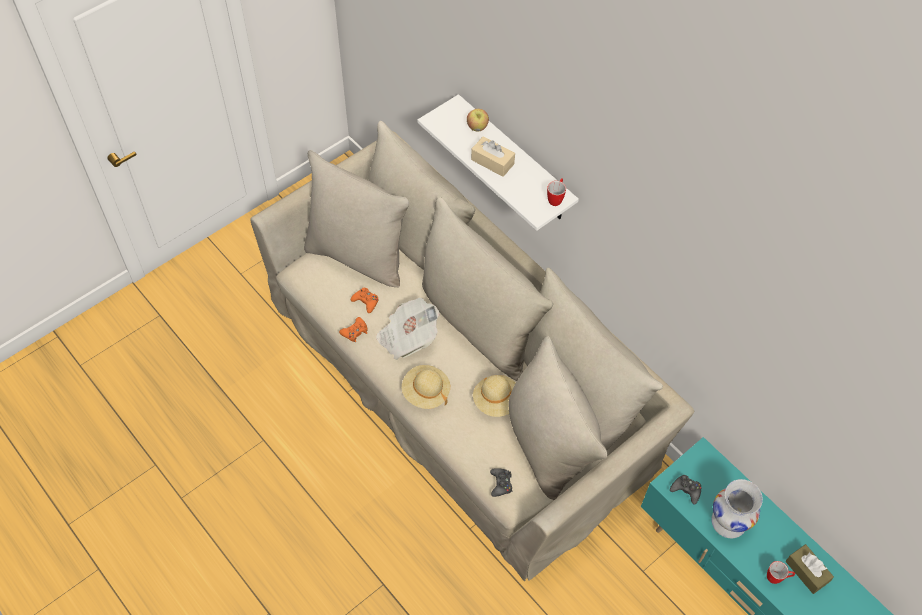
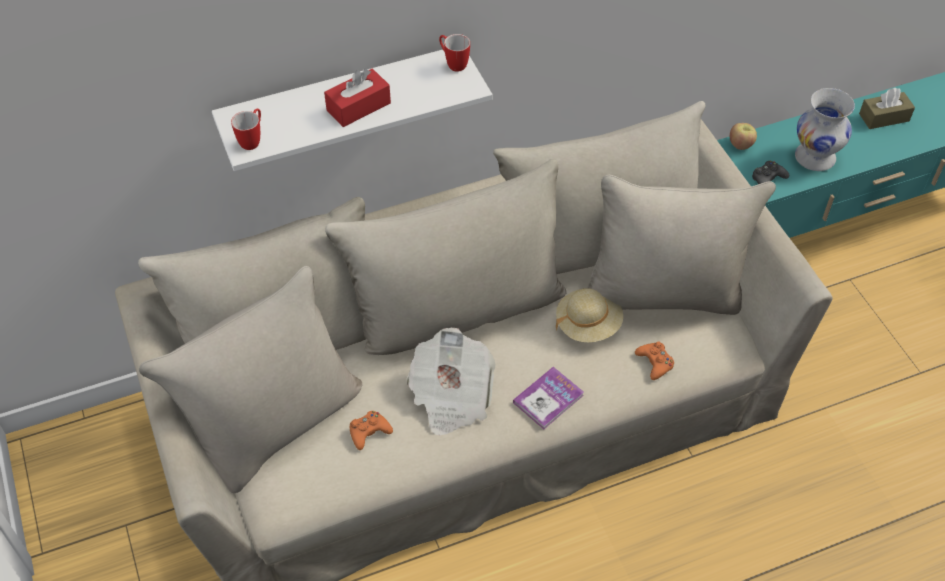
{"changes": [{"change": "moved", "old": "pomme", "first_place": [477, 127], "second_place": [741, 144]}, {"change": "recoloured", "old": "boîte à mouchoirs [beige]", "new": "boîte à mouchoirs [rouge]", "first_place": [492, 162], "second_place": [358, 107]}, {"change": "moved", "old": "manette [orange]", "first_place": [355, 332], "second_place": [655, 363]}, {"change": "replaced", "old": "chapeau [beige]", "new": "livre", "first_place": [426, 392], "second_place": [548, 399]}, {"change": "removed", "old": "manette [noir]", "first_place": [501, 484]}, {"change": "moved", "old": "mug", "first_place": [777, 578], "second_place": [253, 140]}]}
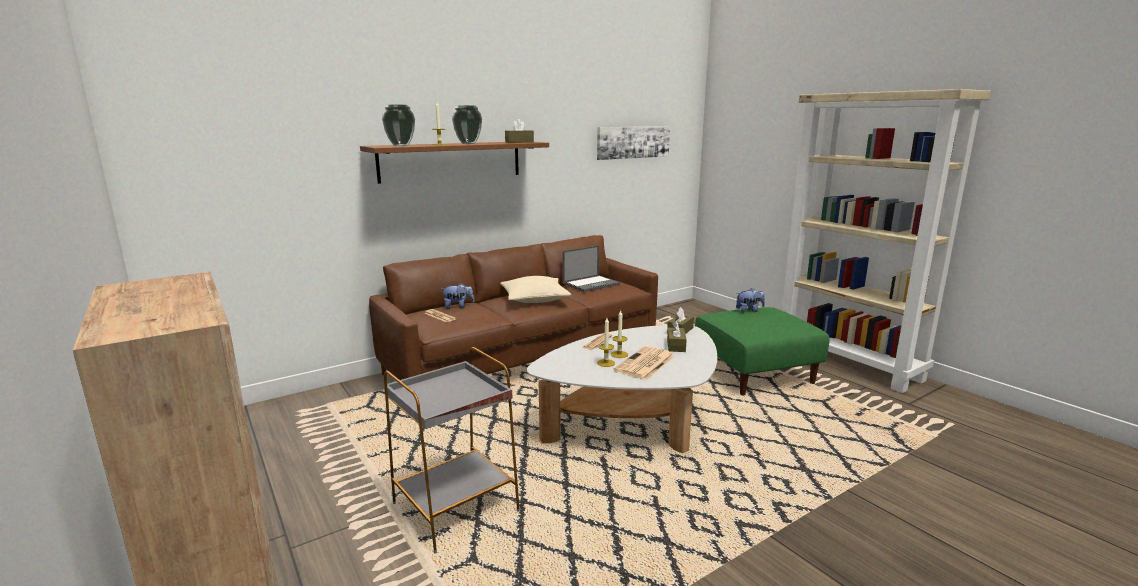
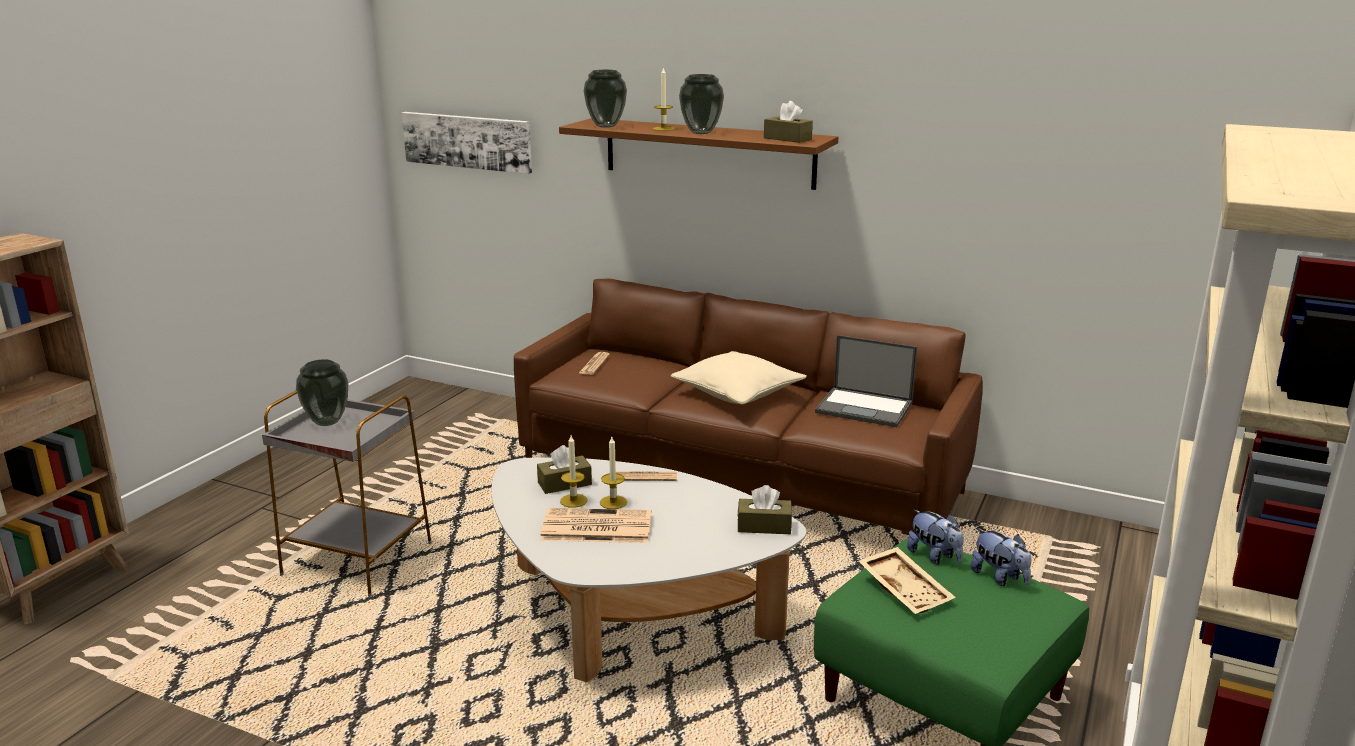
{"changes": [{"change": "moved", "old": "tableau", "first_place": [633, 142], "second_place": [467, 141]}, {"change": "moved", "old": "peluche", "first_place": [458, 307], "second_place": [934, 556]}, {"change": "moved", "old": "boîte à mouchoirs [marron]", "first_place": [676, 345], "second_place": [564, 484]}, {"change": "added", "new": "vase", "second_place": [327, 422]}, {"change": "added", "new": "plateau [beige]", "second_place": [906, 590]}]}
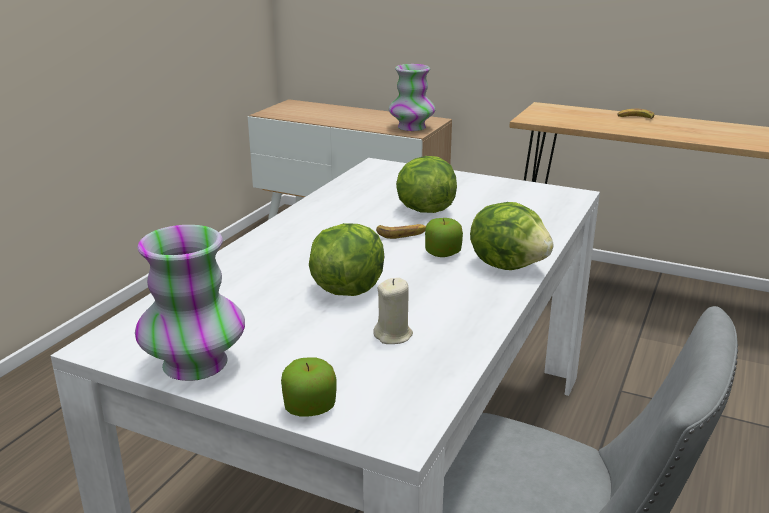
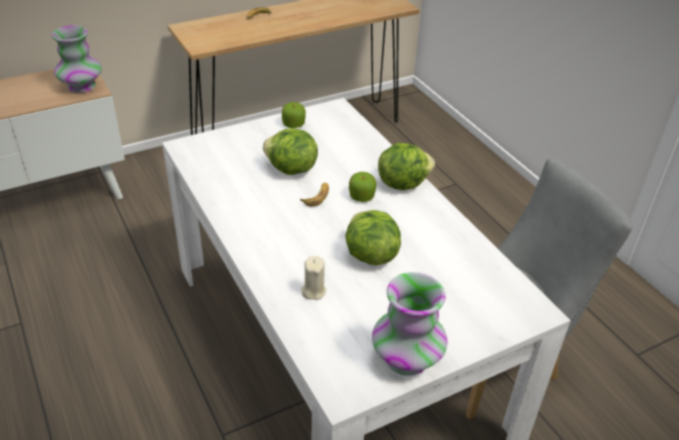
{"changes": [{"change": "moved", "old": "bougie [beige]", "first_place": [393, 335], "second_place": [313, 291]}, {"change": "moved", "old": "pomme", "first_place": [310, 407], "second_place": [293, 124]}]}
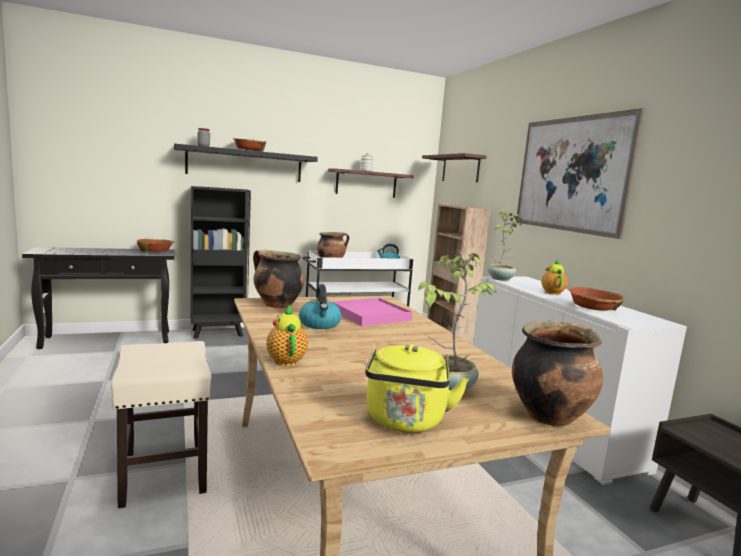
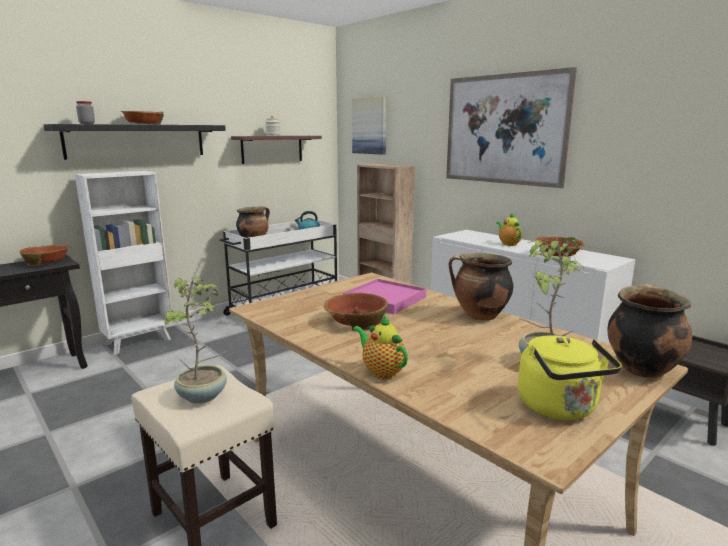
{"changes": [{"change": "replaced", "old": "étagère", "new": "tableau", "first_place": [460, 169], "second_place": [369, 126]}, {"change": "recoloured", "old": "bibliothèque [noir]", "new": "bibliothèque [blanc]", "first_place": [219, 333], "second_place": [139, 341]}, {"change": "moved", "old": "plante en pot", "first_place": [501, 279], "second_place": [203, 396]}, {"change": "moved", "old": "marmite", "first_place": [276, 305], "second_place": [479, 316]}, {"change": "replaced", "old": "bouilloire", "new": "bol", "first_place": [320, 324], "second_place": [355, 321]}]}
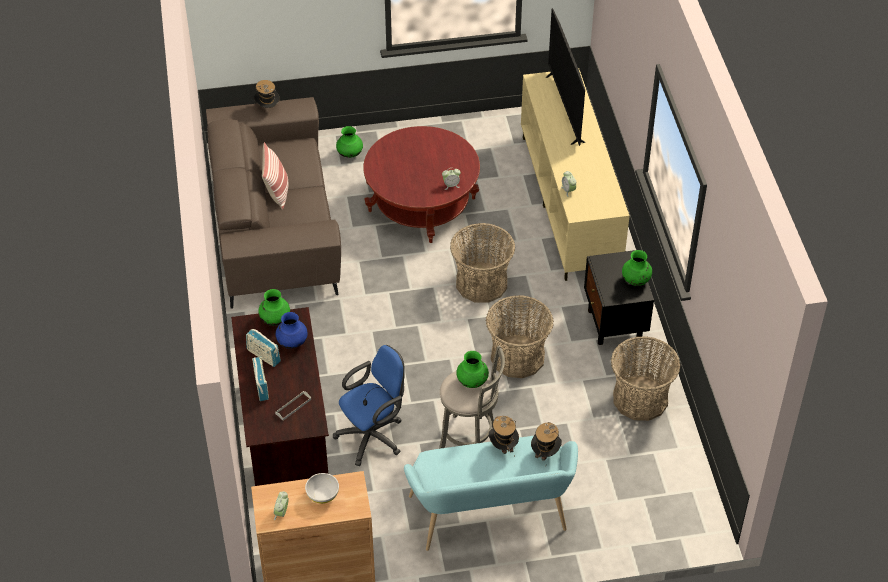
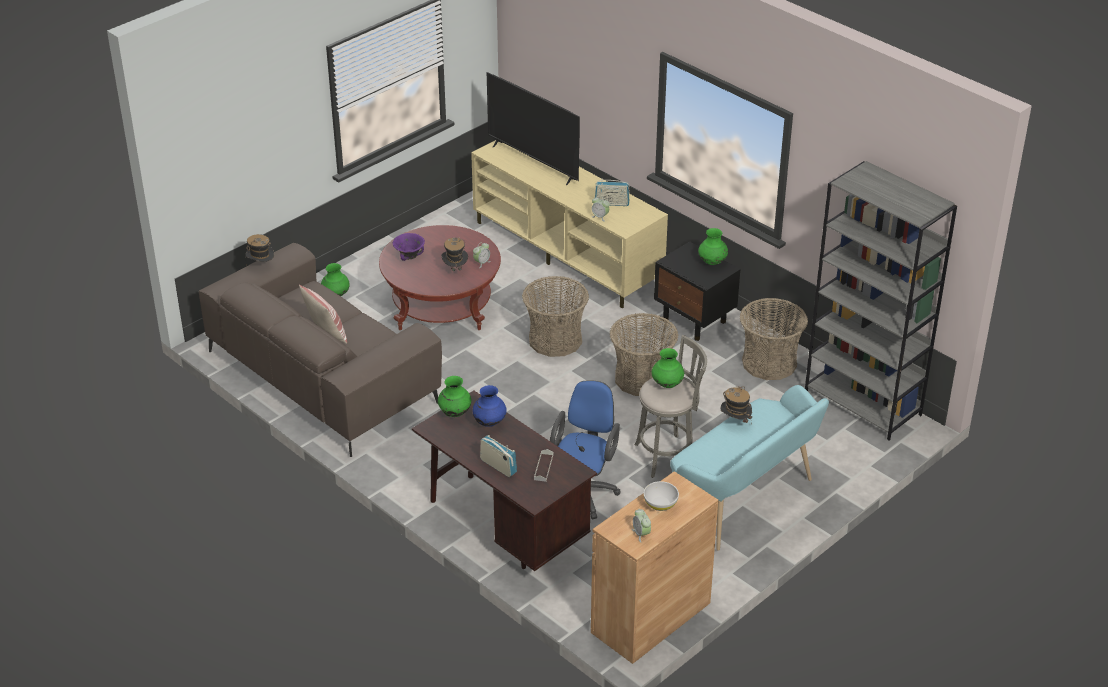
{"changes": [{"change": "moved", "old": "radio", "first_place": [263, 356], "second_place": [611, 203]}, {"change": "moved", "old": "chapeau", "first_place": [545, 453], "second_place": [455, 270]}, {"change": "added", "new": "bibliothèque [gris]", "second_place": [863, 403]}, {"change": "added", "new": "bol [violet]", "second_place": [409, 255]}]}
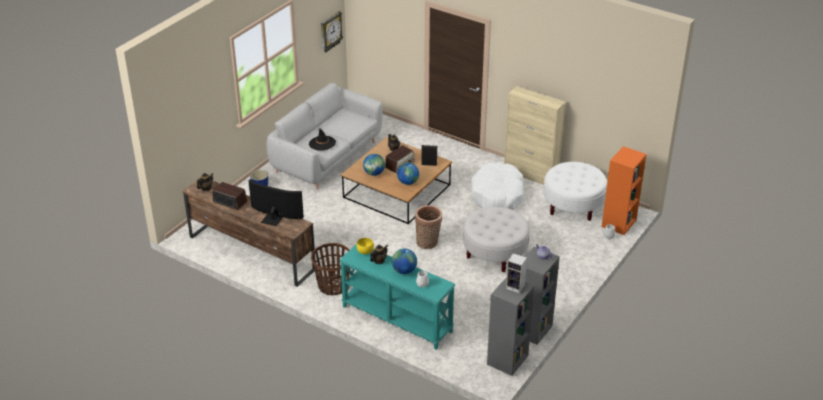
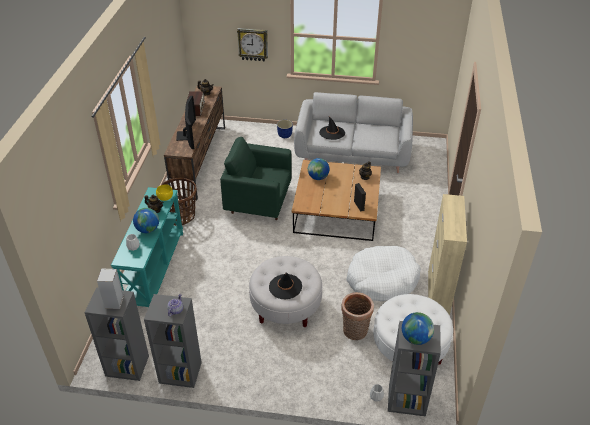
{"changes": [{"change": "moved", "old": "horloge murale", "first_place": [330, 32], "second_place": [253, 44]}, {"change": "removed", "old": "radio", "first_place": [400, 164]}, {"change": "recoloured", "old": "bibliothèque [orange]", "new": "bibliothèque [gris]", "first_place": [619, 223], "second_place": [406, 400]}, {"change": "moved", "old": "globe", "first_place": [408, 182], "second_place": [415, 338]}, {"change": "moved", "old": "panier", "first_place": [428, 243], "second_place": [355, 332]}, {"change": "added", "new": "fauteuil [vert]", "second_place": [258, 203]}, {"change": "added", "new": "chapeau [noir]", "second_place": [285, 287]}]}
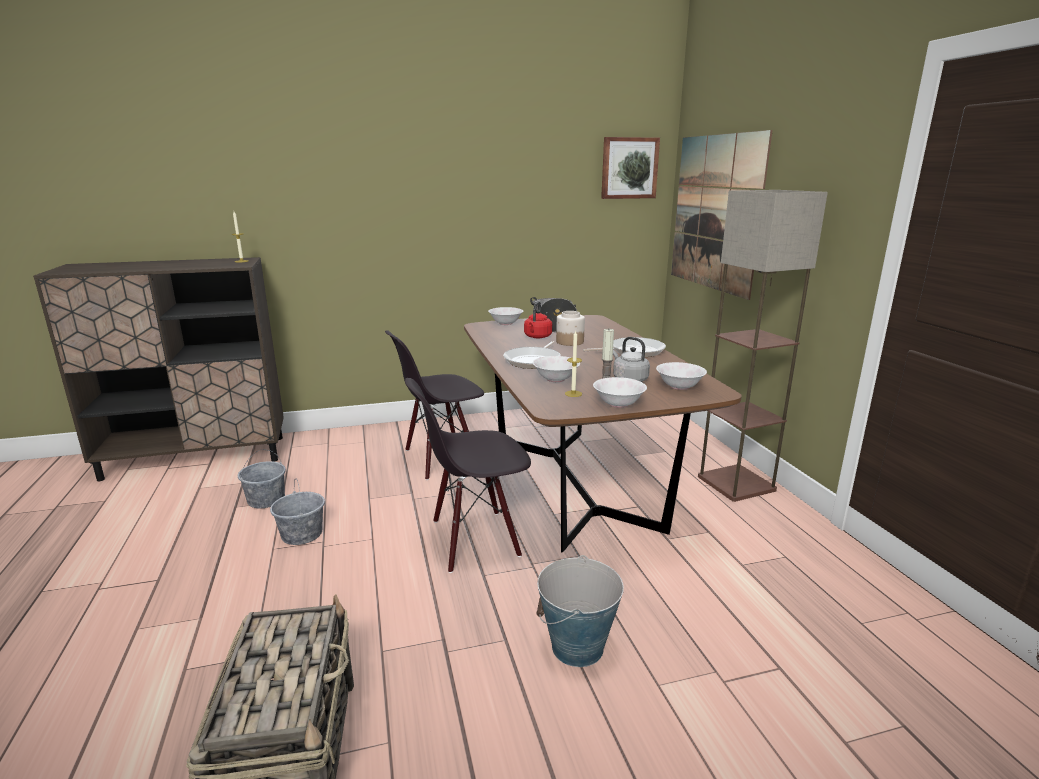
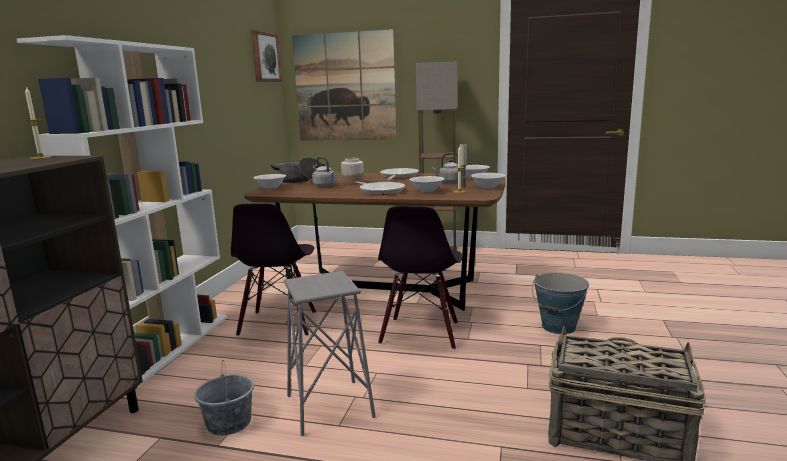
{"changes": [{"change": "recoloured", "old": "bouilloire [rouge]", "new": "bouilloire [gris]", "first_place": [537, 337], "second_place": [325, 186]}, {"change": "replaced", "old": "seau [gris]", "new": "tabouret [gris]", "first_place": [302, 534], "second_place": [329, 406]}, {"change": "added", "new": "bibliothèque [blanc]", "second_place": [166, 347]}]}
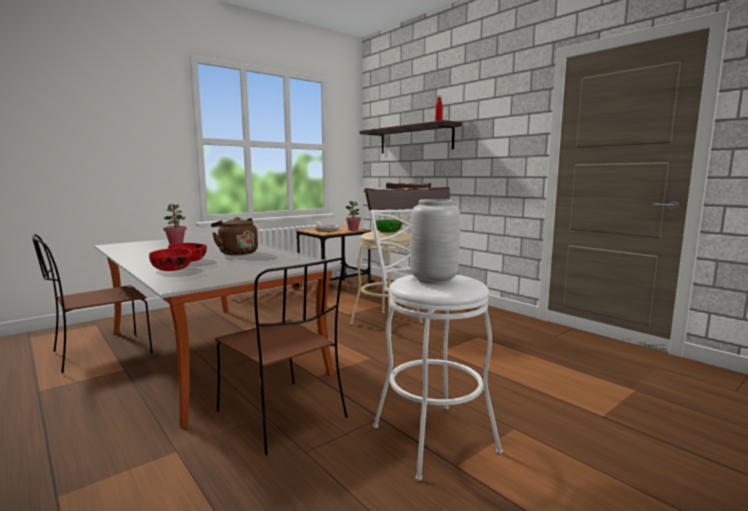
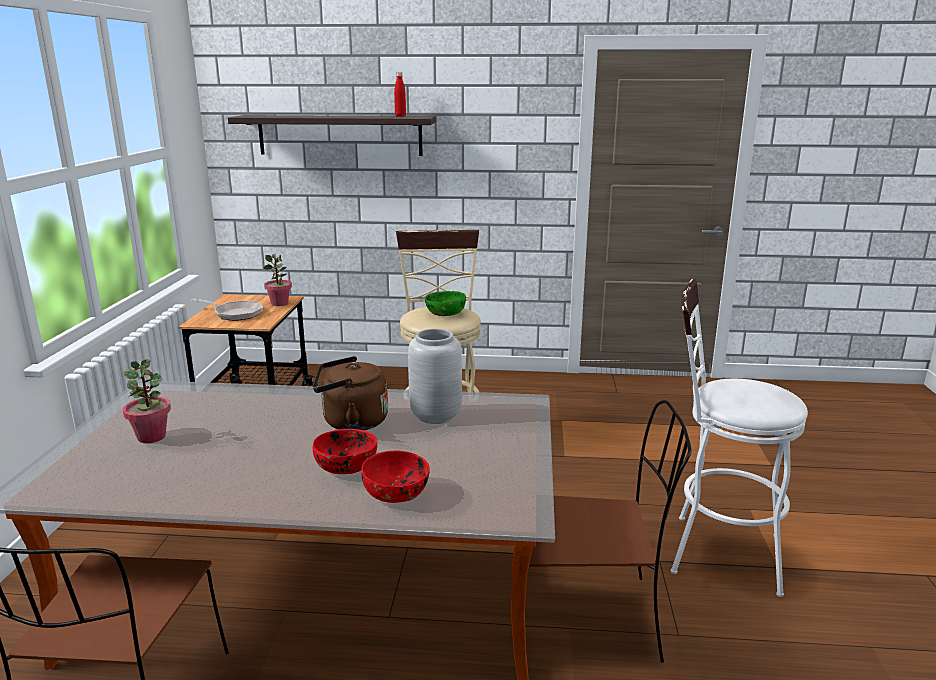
{"changes": [{"change": "moved", "old": "vase [gris]", "first_place": [434, 280], "second_place": [436, 415]}]}
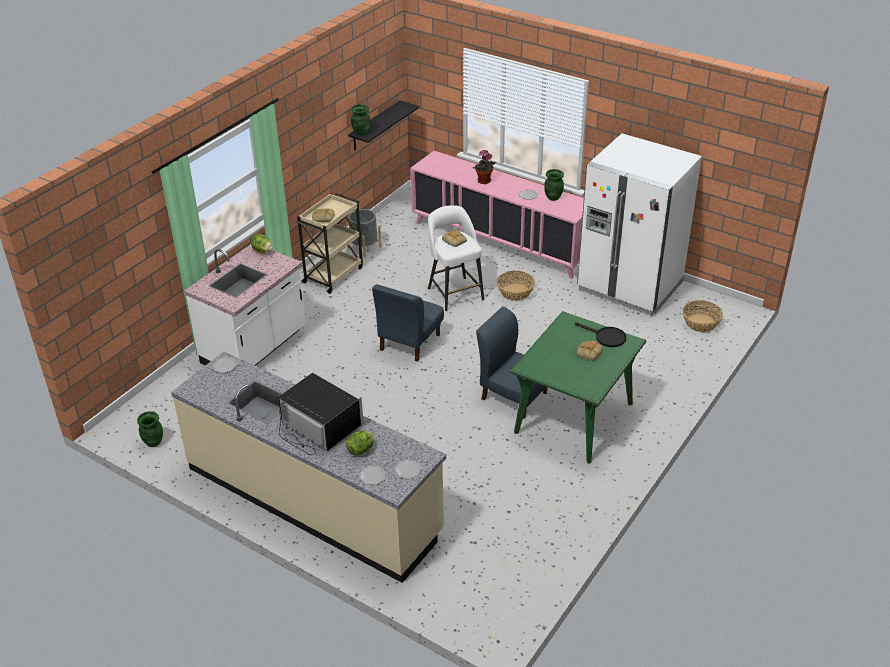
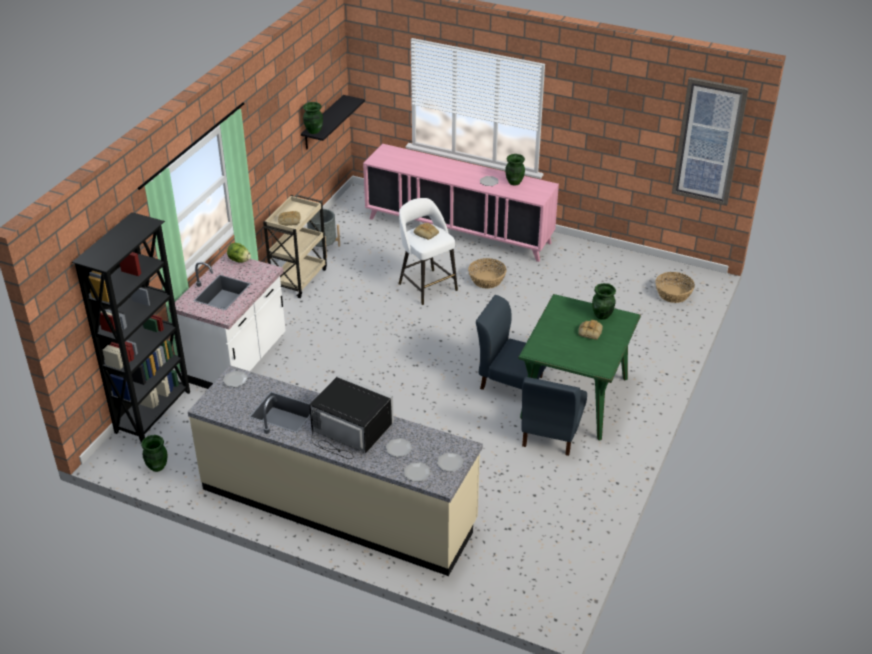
{"changes": [{"change": "removed", "old": "réfrigérateur [blanc]", "first_place": [629, 286]}, {"change": "removed", "old": "plante en pot", "first_place": [484, 181]}, {"change": "moved", "old": "chaise [bleu]", "first_place": [409, 342], "second_place": [550, 433]}, {"change": "replaced", "old": "poêle [noir]", "new": "vase [vert]", "first_place": [606, 337], "second_place": [602, 315]}, {"change": "replaced", "old": "laitue", "new": "assiette", "first_place": [361, 450], "second_place": [398, 448]}, {"change": "added", "new": "tableau", "second_place": [709, 142]}, {"change": "added", "new": "bibliothèque [noir]", "second_place": [154, 412]}]}
